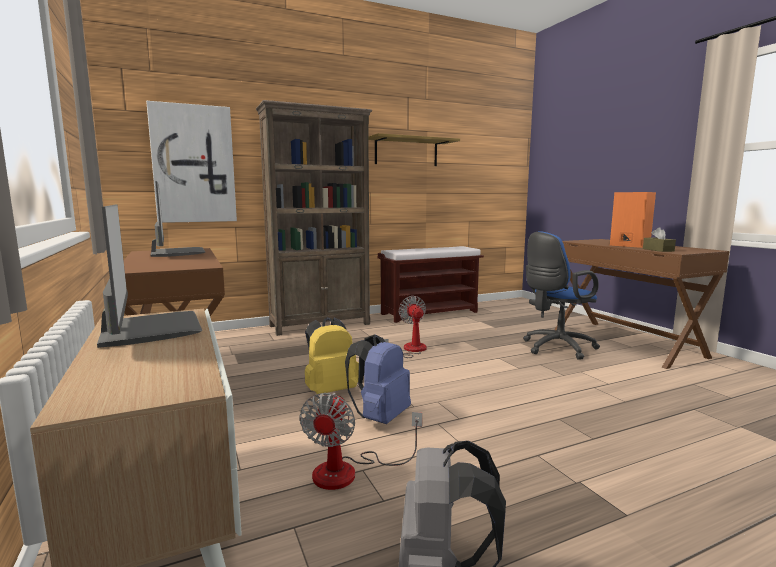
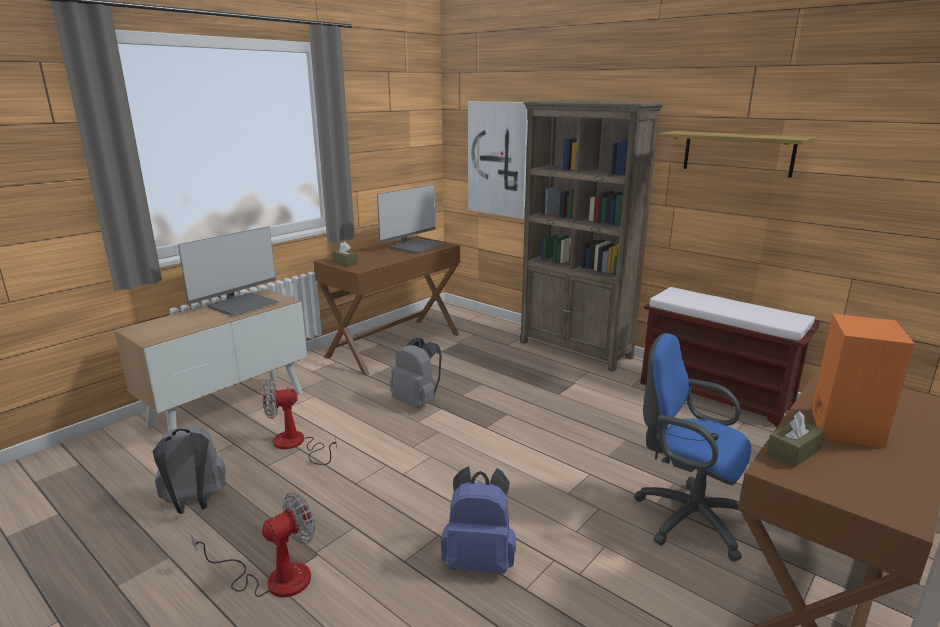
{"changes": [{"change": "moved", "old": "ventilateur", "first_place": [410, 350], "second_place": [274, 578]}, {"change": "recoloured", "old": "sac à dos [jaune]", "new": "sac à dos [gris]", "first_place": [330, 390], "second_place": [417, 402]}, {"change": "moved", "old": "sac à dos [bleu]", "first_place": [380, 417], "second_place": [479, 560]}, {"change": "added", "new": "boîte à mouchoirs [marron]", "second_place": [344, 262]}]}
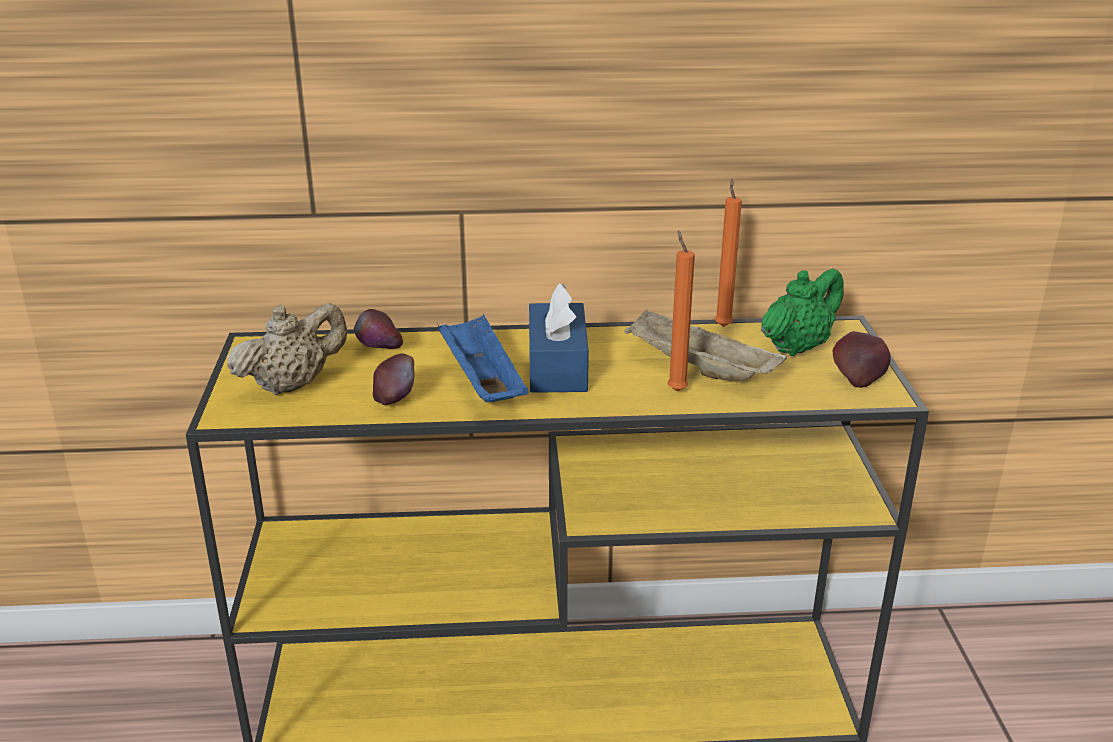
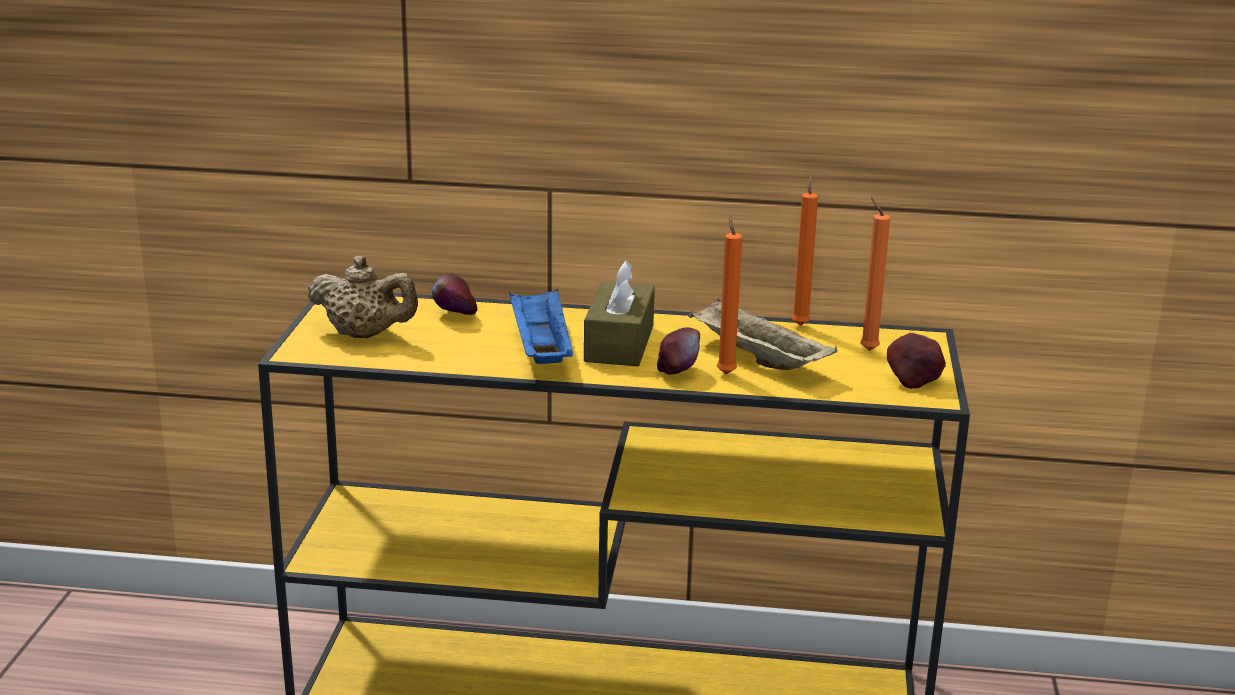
{"changes": [{"change": "replaced", "old": "théière [vert]", "new": "bougie [orange]", "first_place": [797, 347], "second_place": [866, 349]}, {"change": "recoloured", "old": "boîte à mouchoirs [bleu]", "new": "boîte à mouchoirs [marron]", "first_place": [557, 366], "second_place": [619, 343]}, {"change": "turned", "old": "théière [beige]", "first_place": [293, 385], "second_place": [365, 335], "degrees": 45}, {"change": "moved", "old": "pomme", "first_place": [394, 400], "second_place": [677, 372]}]}
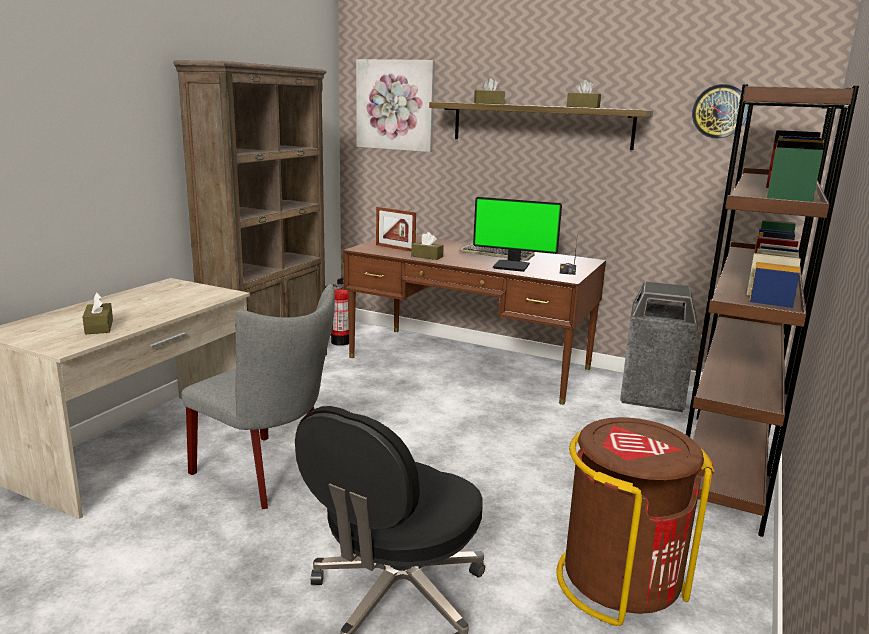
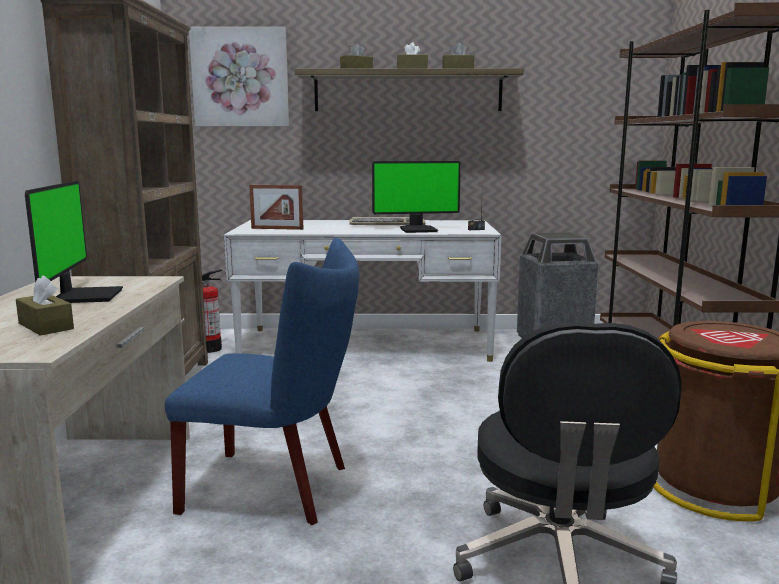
{"changes": [{"change": "removed", "old": "horloge murale", "first_place": [720, 111]}, {"change": "moved", "old": "boîte à mouchoirs [marron]", "first_place": [427, 256], "second_place": [412, 69]}, {"change": "recoloured", "old": "bureau [marron]", "new": "bureau [blanc]", "first_place": [468, 362], "second_place": [366, 344]}, {"change": "recoloured", "old": "chaise [gris]", "new": "chaise [bleu]", "first_place": [269, 473], "second_place": [277, 488]}, {"change": "added", "new": "écran d'ordinateur", "second_place": [85, 296]}]}
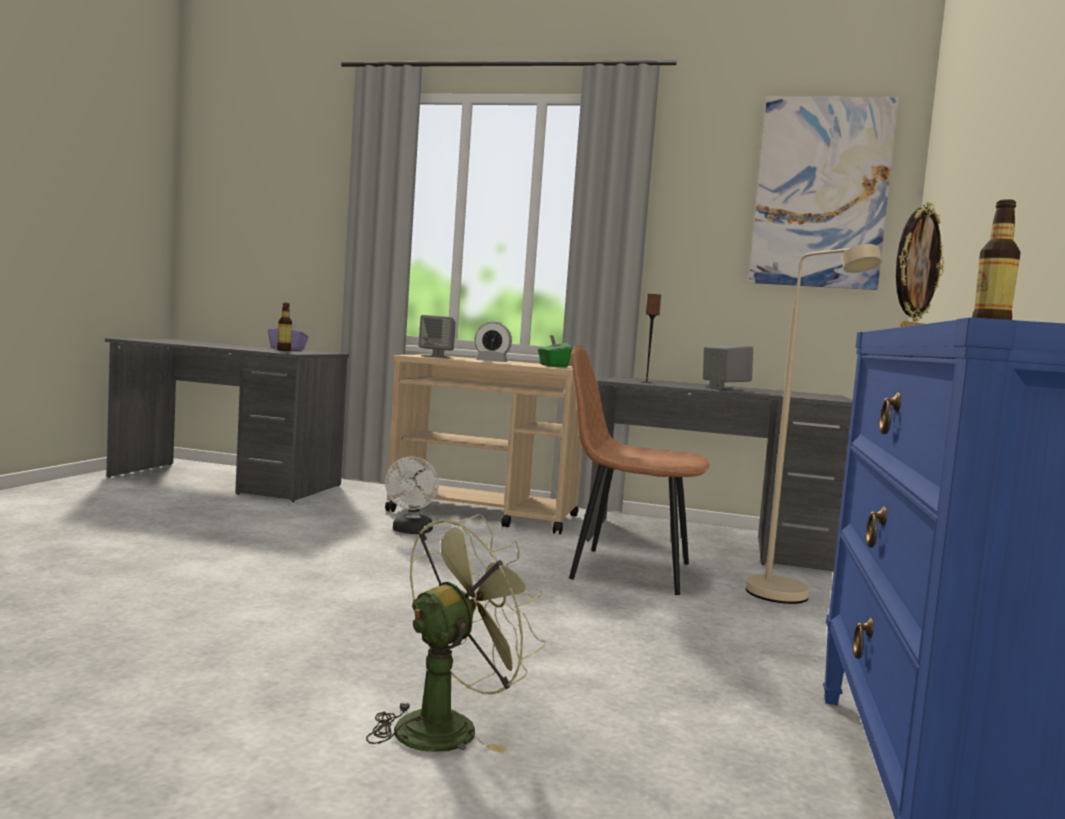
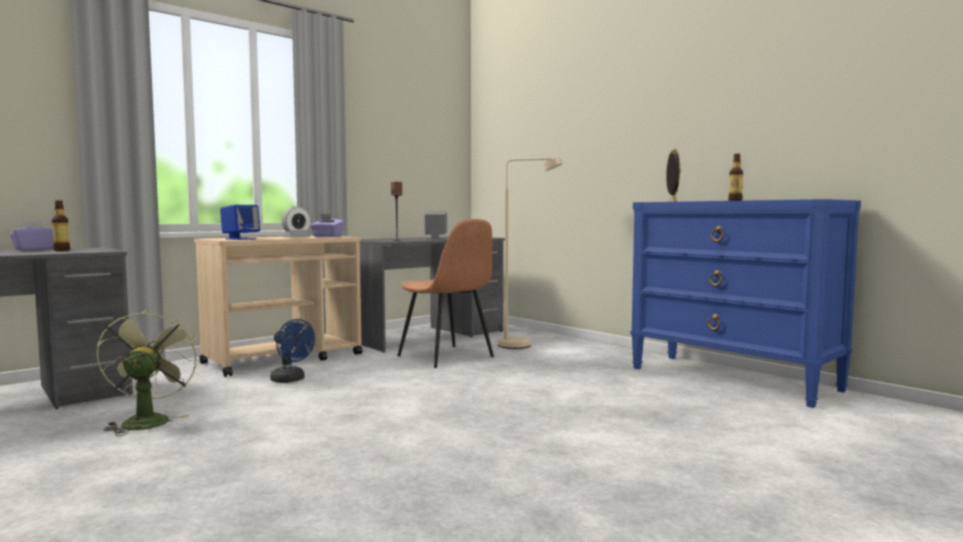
{"changes": [{"change": "removed", "old": "tableau", "first_place": [821, 193]}, {"change": "recoloured", "old": "enceinte [gris]", "new": "enceinte [bleu]", "first_place": [436, 356], "second_place": [240, 239]}, {"change": "recoloured", "old": "boîte à mouchoirs [vert]", "new": "boîte à mouchoirs [violet]", "first_place": [553, 366], "second_place": [327, 236]}, {"change": "turned", "old": "chaise [marron]", "first_place": [627, 570], "second_place": [446, 357], "degrees": -90}, {"change": "recoloured", "old": "ventilateur [blanc]", "new": "ventilateur [bleu]", "first_place": [411, 531], "second_place": [291, 380]}, {"change": "moved", "old": "ventilateur [vert]", "first_place": [448, 726], "second_place": [147, 420]}]}
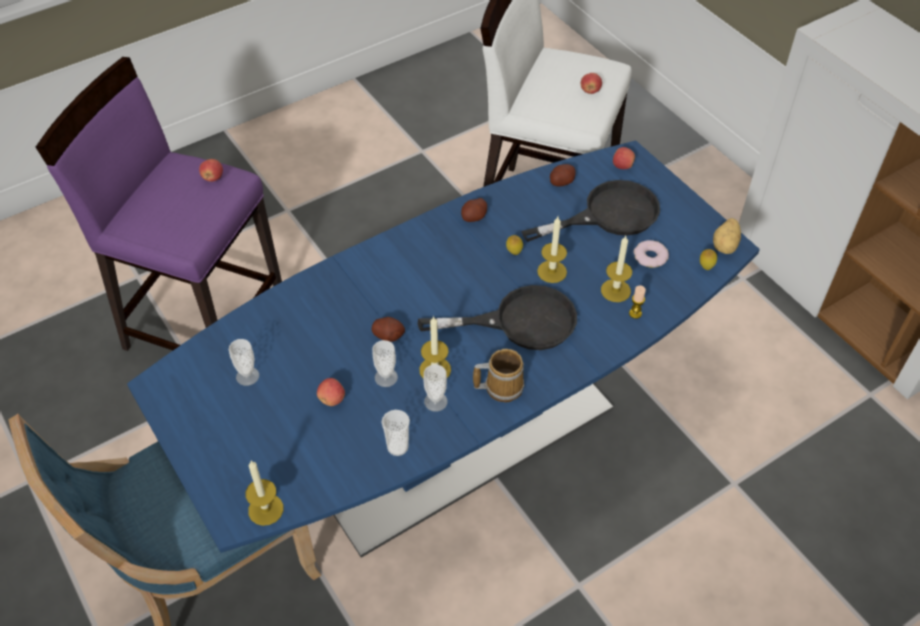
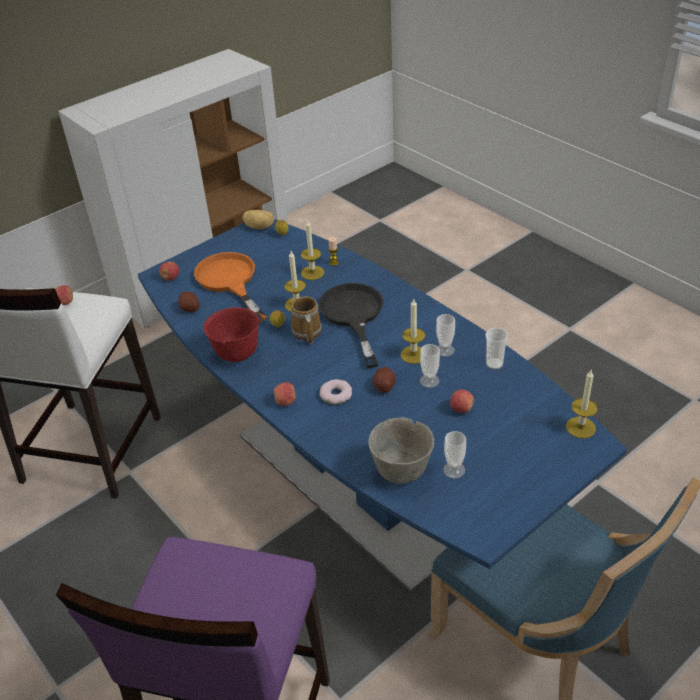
{"changes": [{"change": "moved", "old": "pomme", "first_place": [213, 178], "second_place": [286, 401]}, {"change": "recoloured", "old": "poêle [noir]", "new": "poêle [orange]", "first_place": [608, 215], "second_place": [230, 281]}, {"change": "replaced", "old": "pomme de terre", "new": "bol [rouge]", "first_place": [474, 217], "second_place": [236, 354]}, {"change": "moved", "old": "beignet", "first_place": [650, 257], "second_place": [336, 394]}, {"change": "moved", "old": "mug", "first_place": [501, 386], "second_place": [306, 332]}, {"change": "added", "new": "bol [gris]", "second_place": [402, 470]}]}
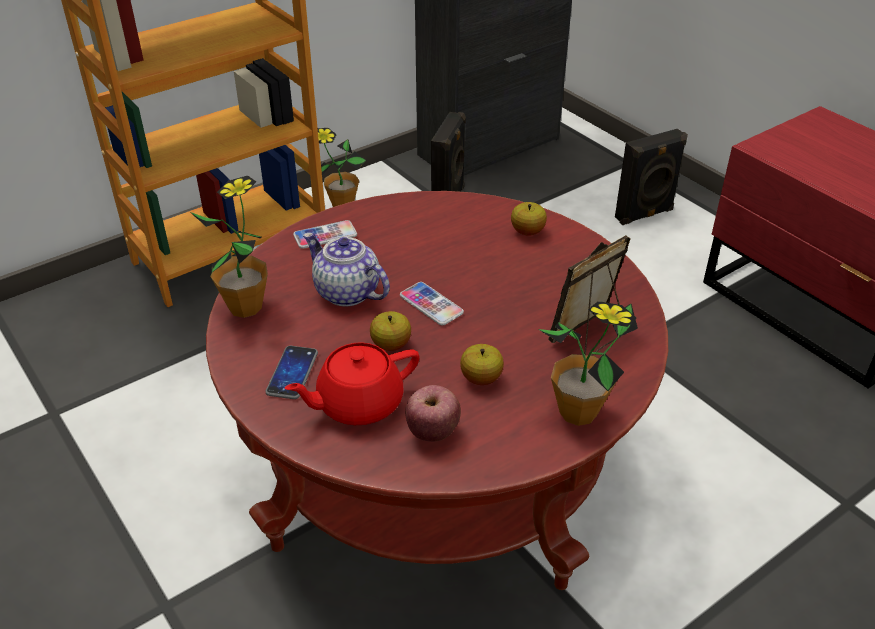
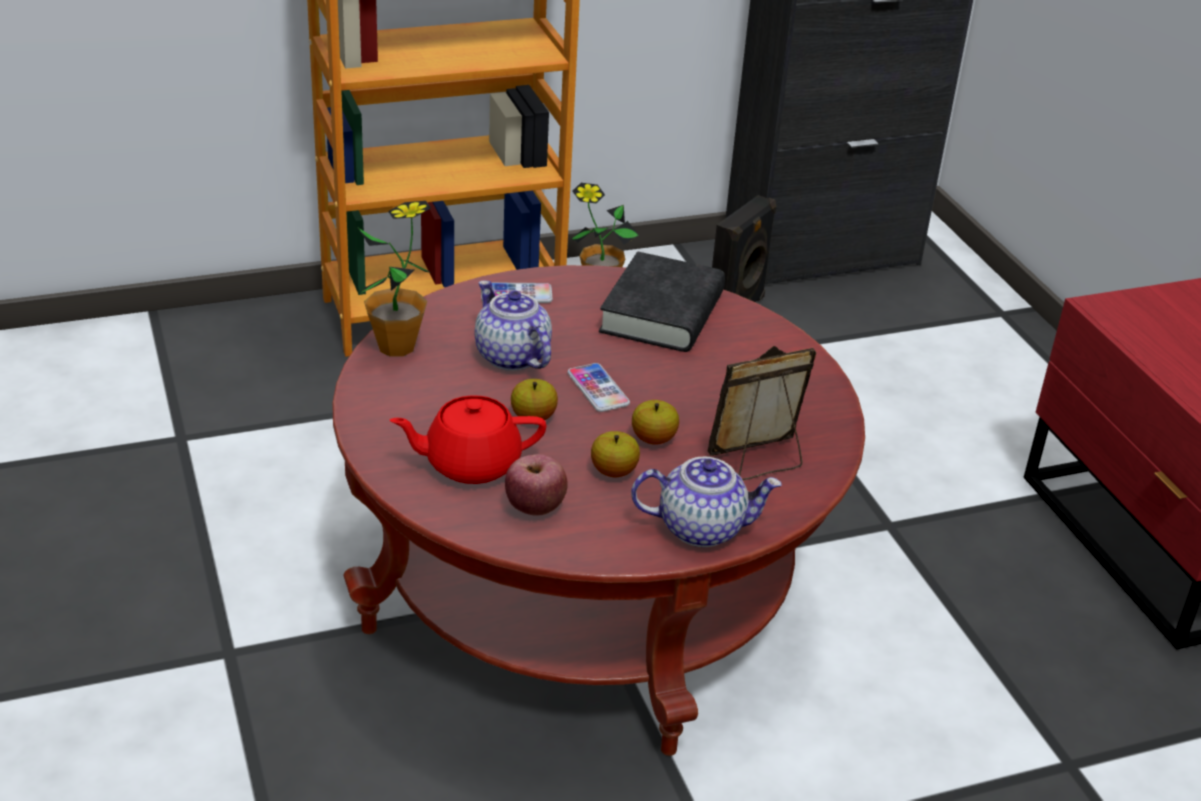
{"changes": [{"change": "removed", "old": "enceinte [noir]", "first_place": [645, 215]}, {"change": "moved", "old": "pomme", "first_place": [527, 231], "second_place": [653, 439]}, {"change": "replaced", "old": "plante en pot", "new": "théière", "first_place": [578, 412], "second_place": [702, 527]}, {"change": "removed", "old": "téléphone", "first_place": [292, 373]}, {"change": "added", "new": "livre [noir]", "second_place": [662, 313]}]}
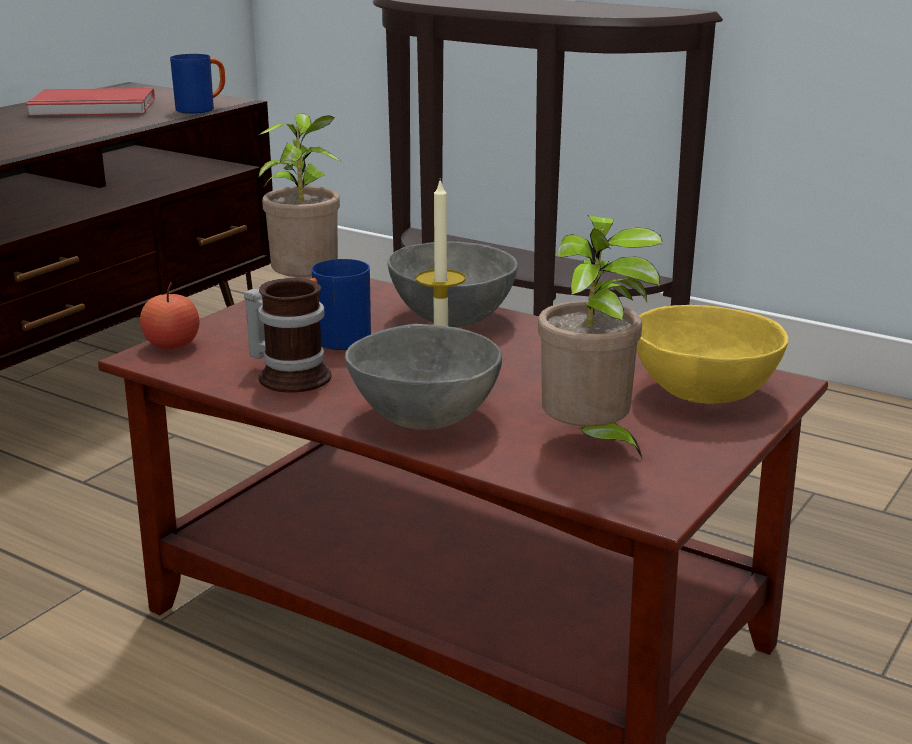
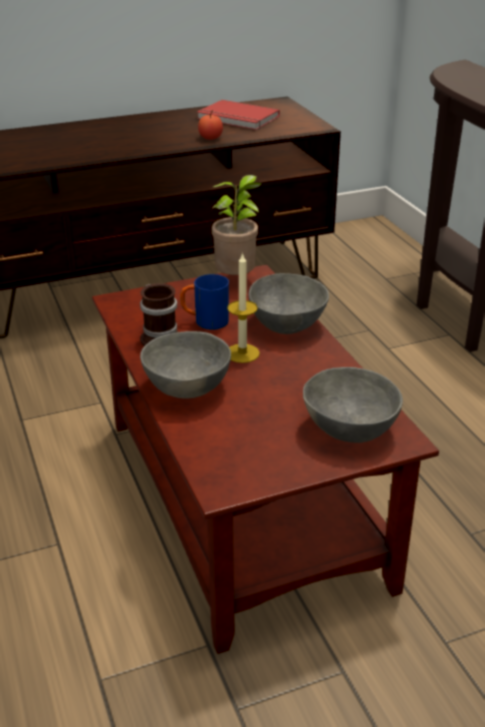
{"changes": [{"change": "removed", "old": "mug [bleu]", "first_place": [202, 109]}, {"change": "removed", "old": "plante en pot", "first_place": [589, 444]}, {"change": "moved", "old": "pomme", "first_place": [172, 345], "second_place": [210, 138]}, {"change": "recoloured", "old": "bol [jaune]", "new": "bol [gris]", "first_place": [700, 393], "second_place": [348, 428]}]}
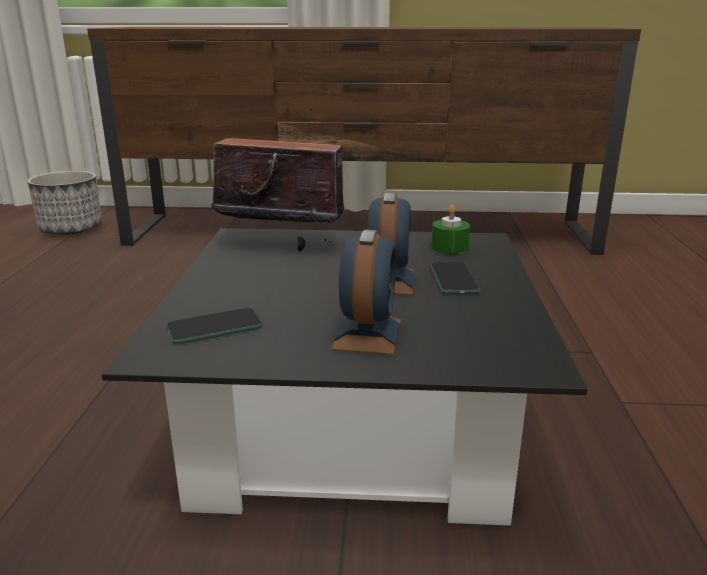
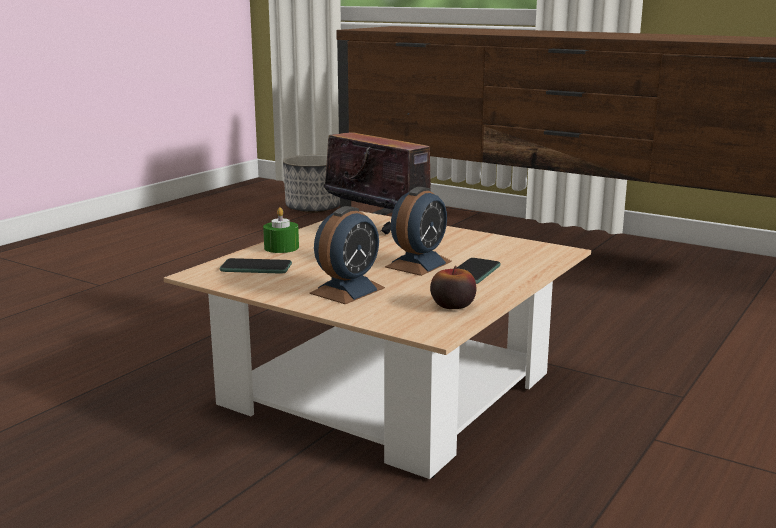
{"changes": [{"change": "moved", "old": "bougie [vert]", "first_place": [449, 247], "second_place": [281, 247]}, {"change": "recoloured", "old": "table basse [noir]", "new": "table basse [beige]", "first_place": [353, 424], "second_place": [387, 390]}, {"change": "added", "new": "pomme", "second_place": [452, 305]}]}
